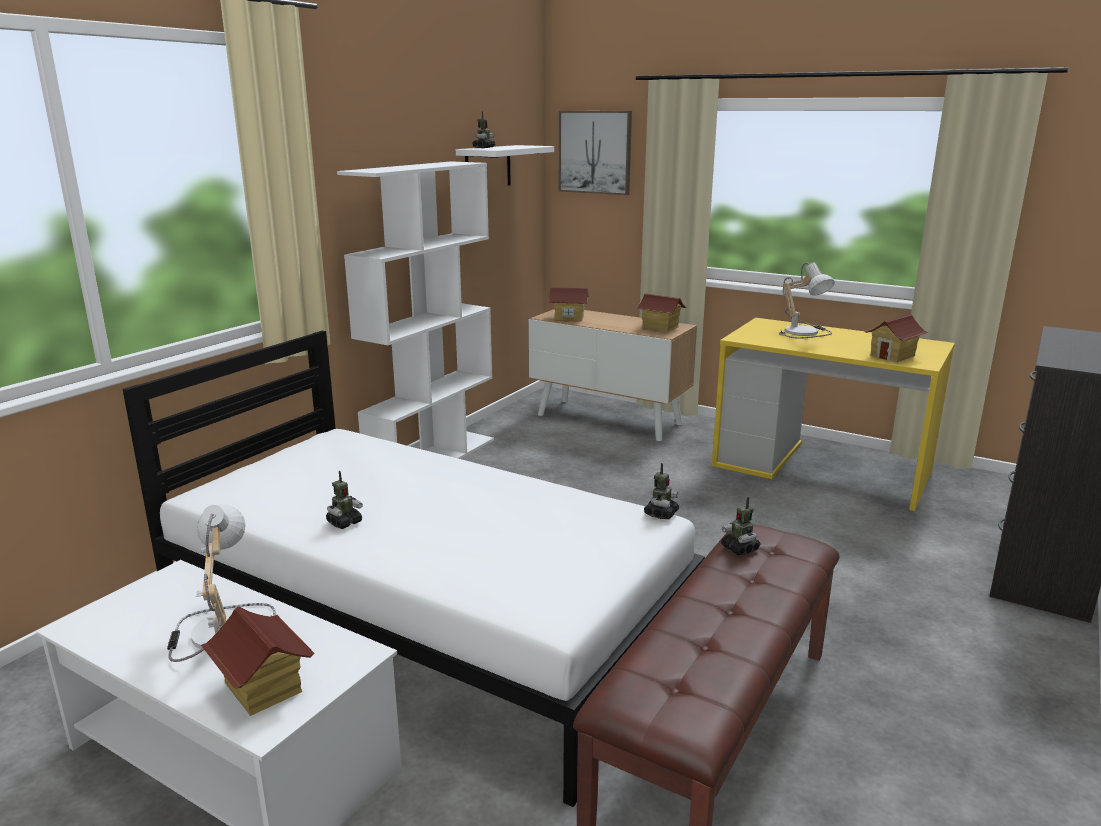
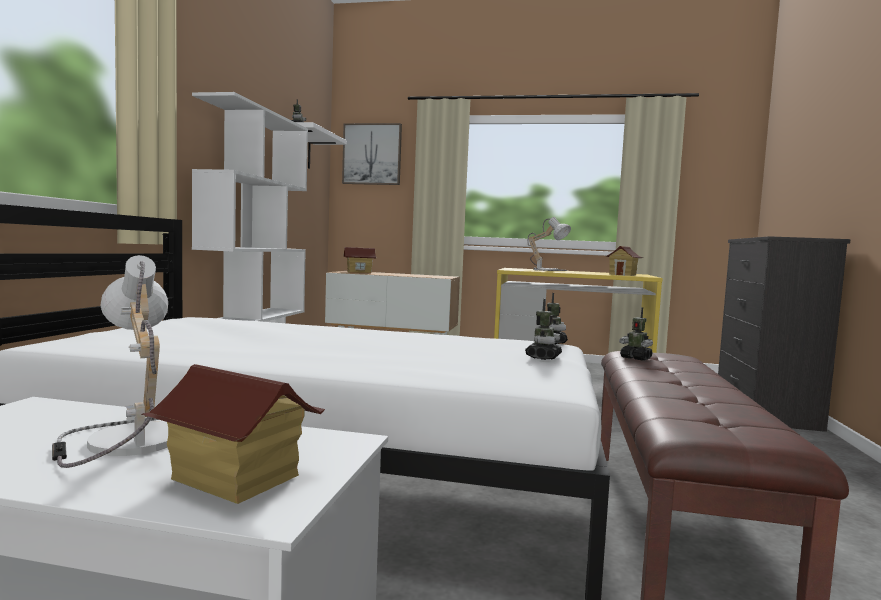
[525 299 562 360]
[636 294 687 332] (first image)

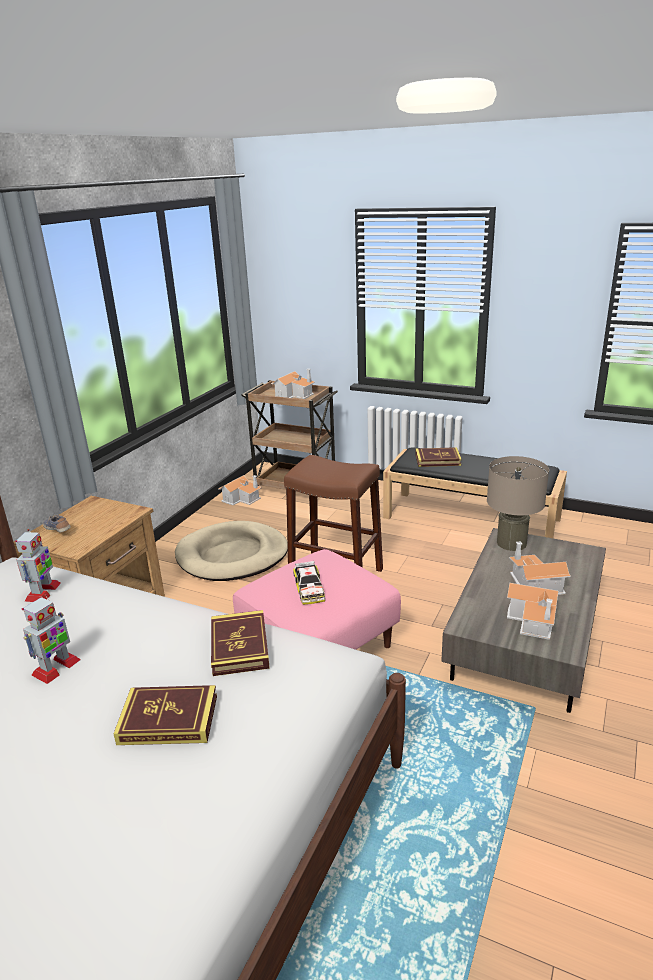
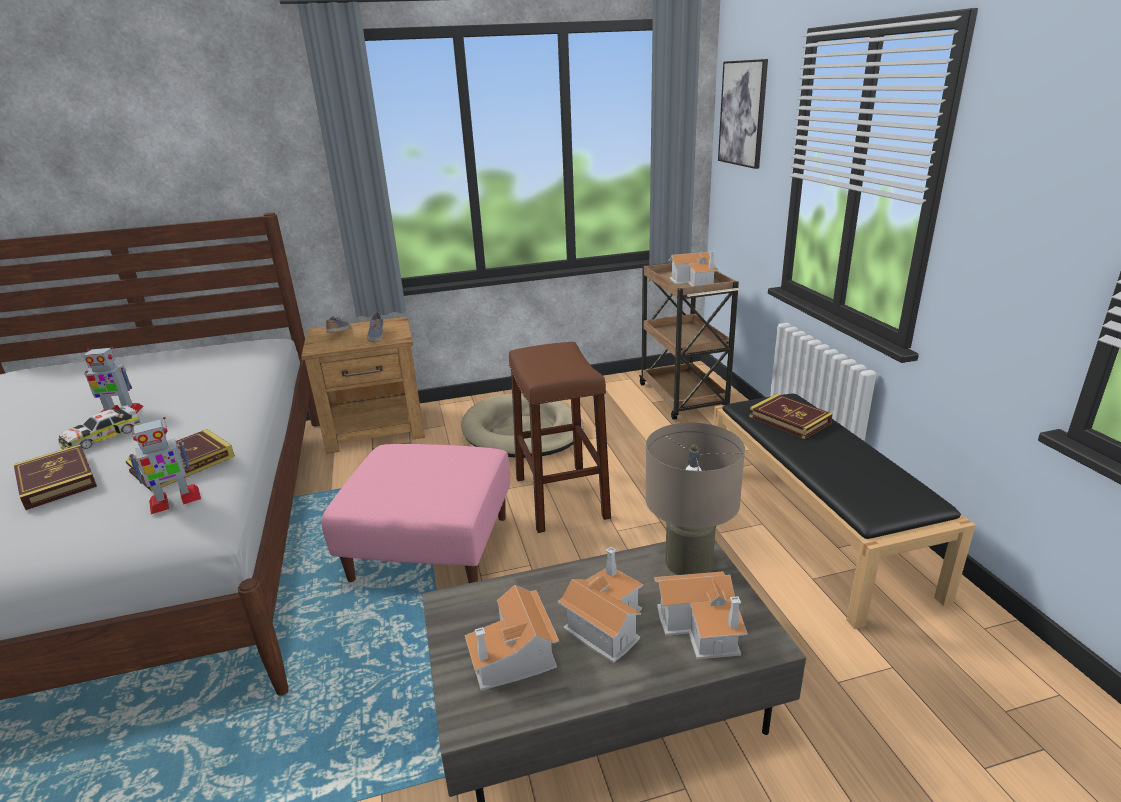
[128 417 201 514]
[654 571 748 659]
[58 404 140 450]
[367 312 383 342]
[718 59 768 169]

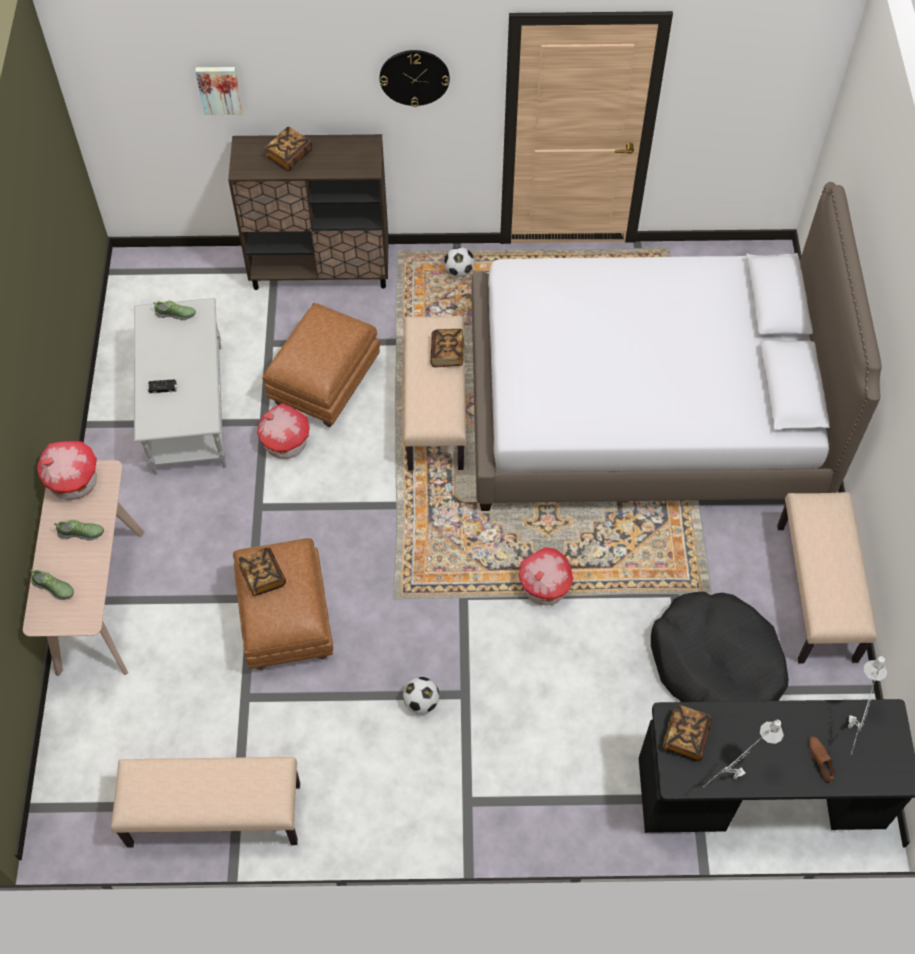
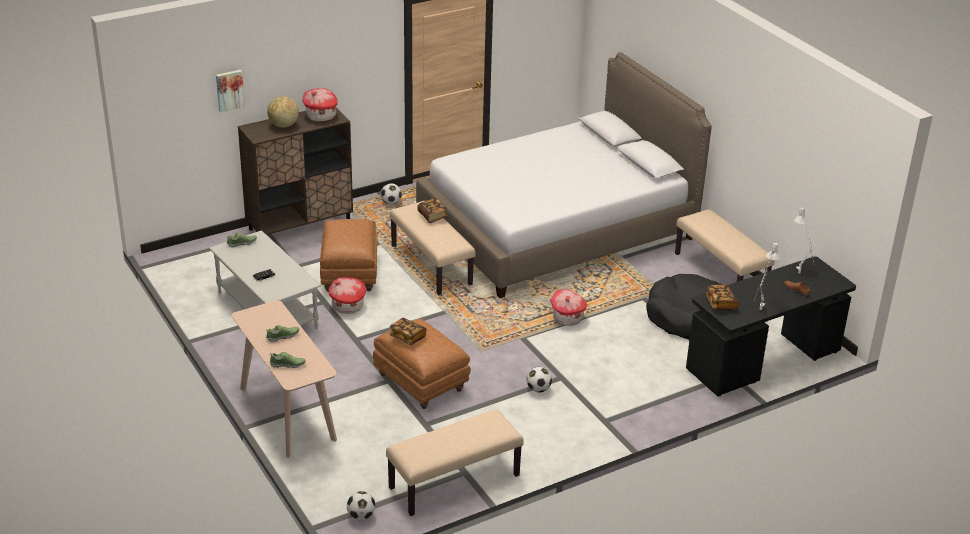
[302 88 338 121]
[267 96 299 127]
[380 50 450 107] (first image)
[347 491 376 520]

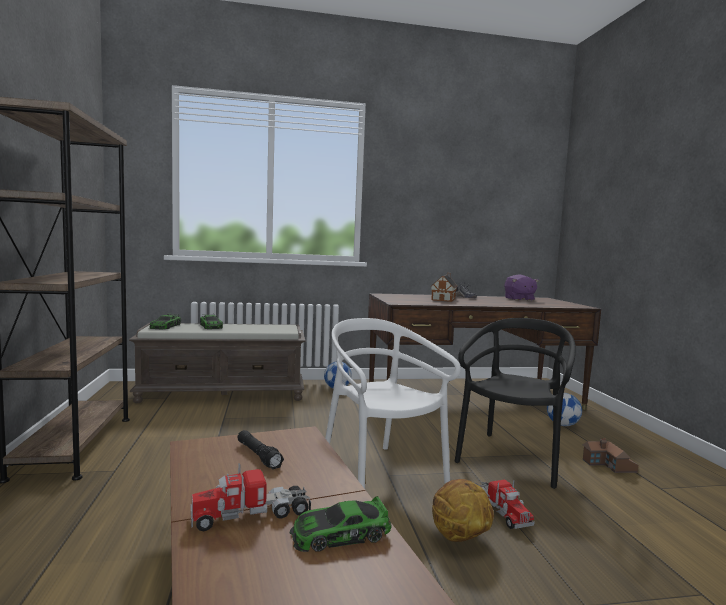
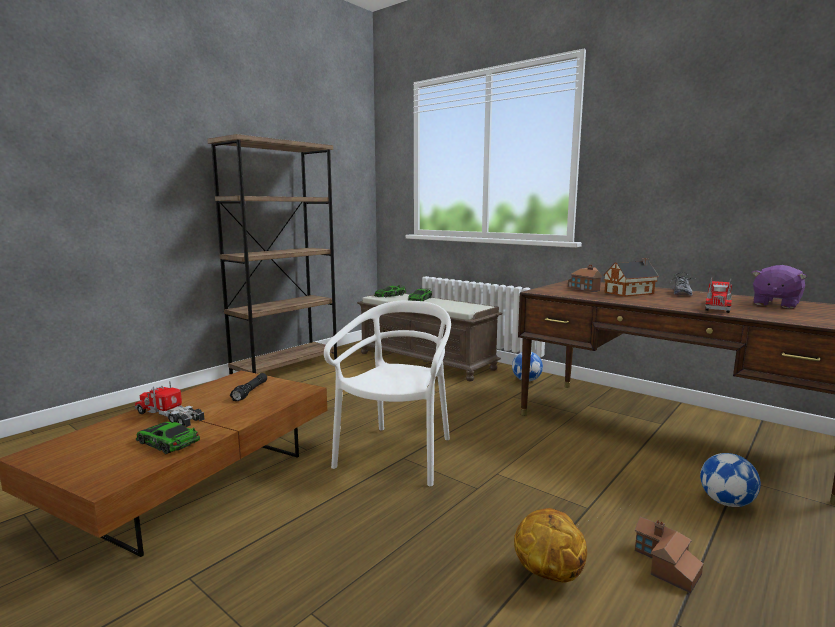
[514 508 587 582]
[454 318 576 489] (first image)
[705 278 732 313]
[568 265 602 292]

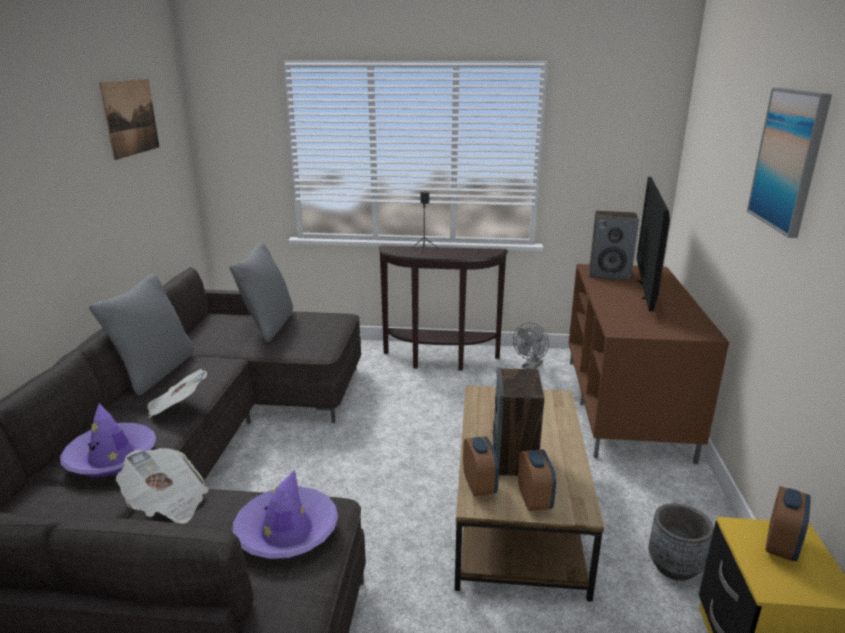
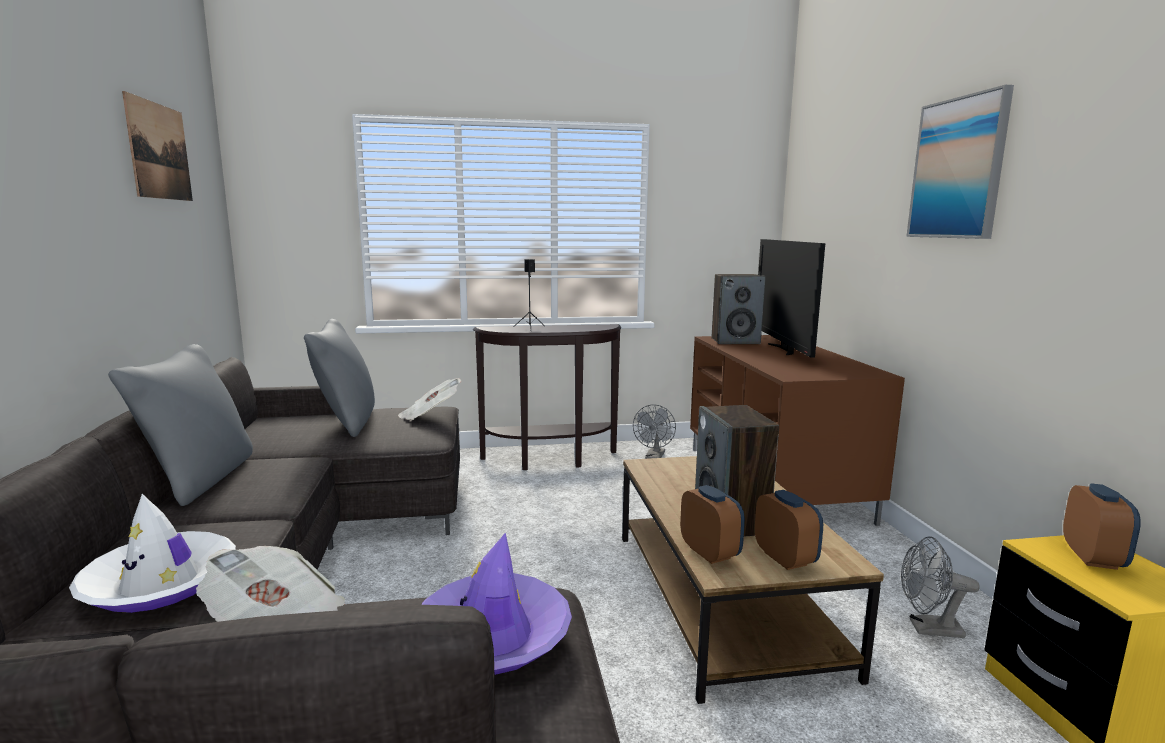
[69 494 236 613]
[398 378 462 421]
[901 536 980 638]

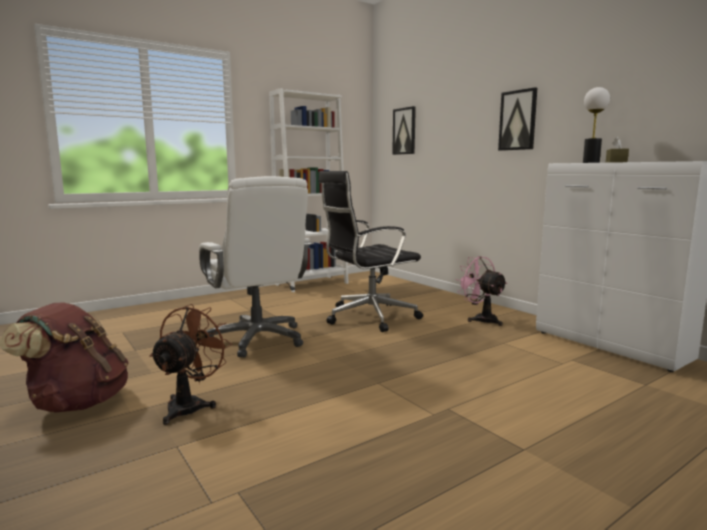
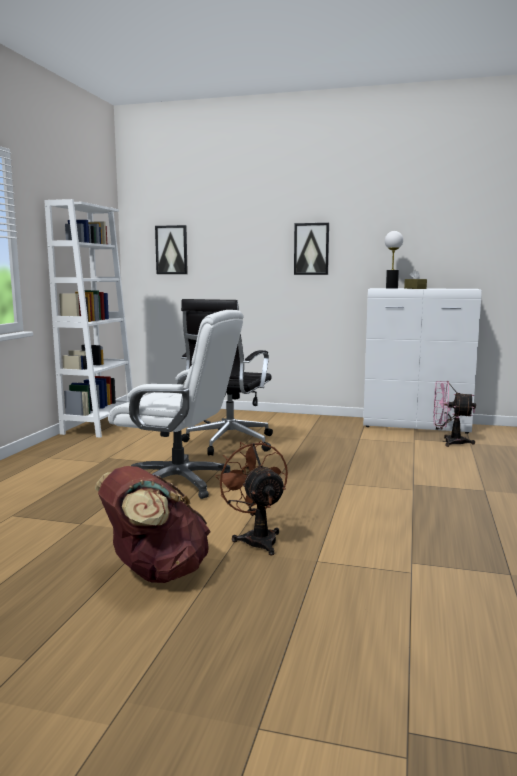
[433 381 476 447]

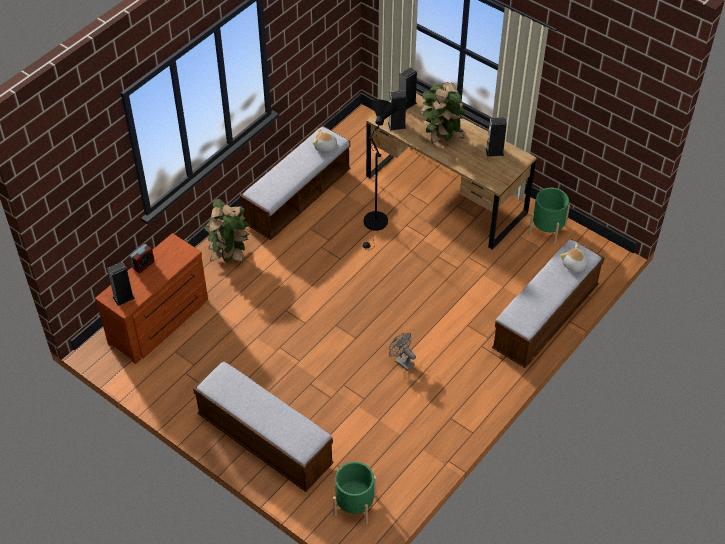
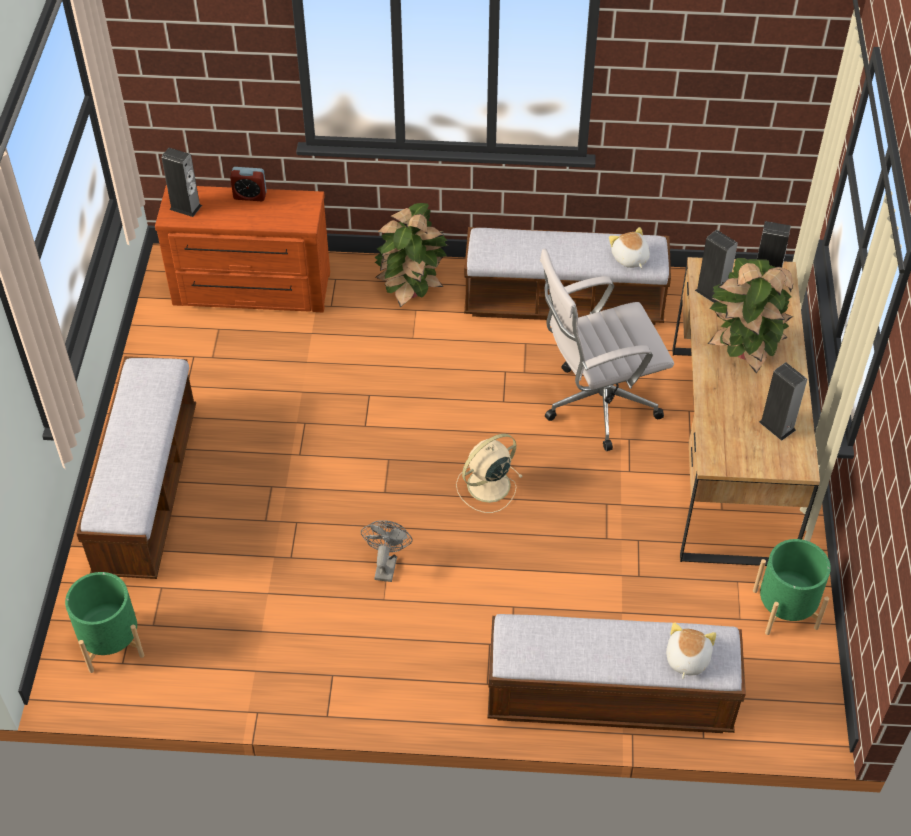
[540 249 674 451]
[456 434 522 513]

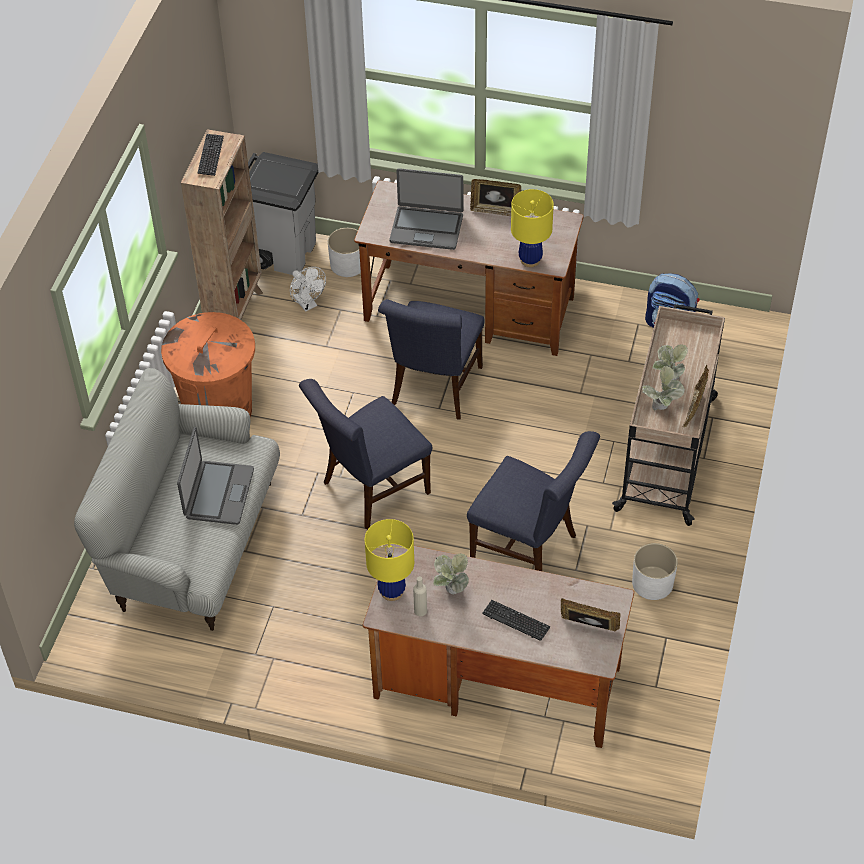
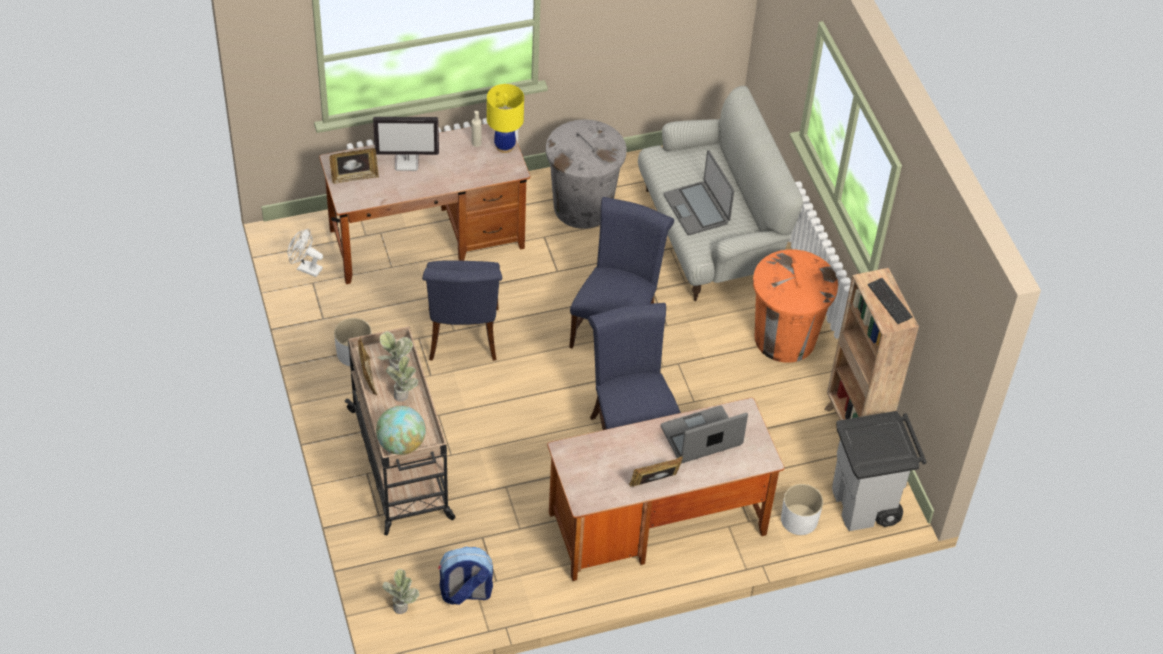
[287 229 323 277]
[383 569 420 614]
[422 260 502 361]
[373 117 439 171]
[511 189 554 267] (first image)
[376 406 426 455]
[546 119 626 229]

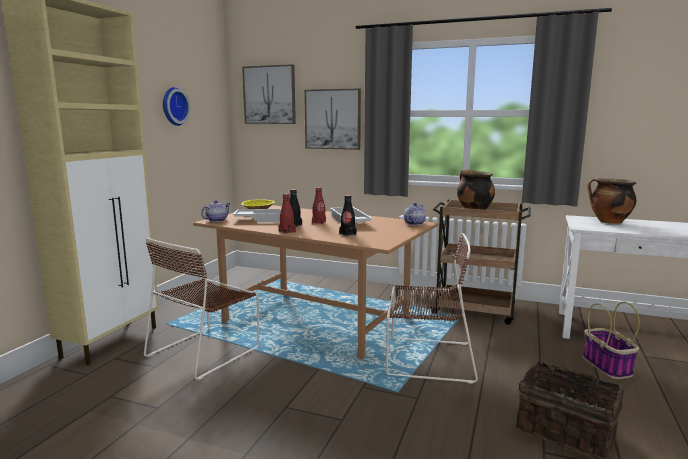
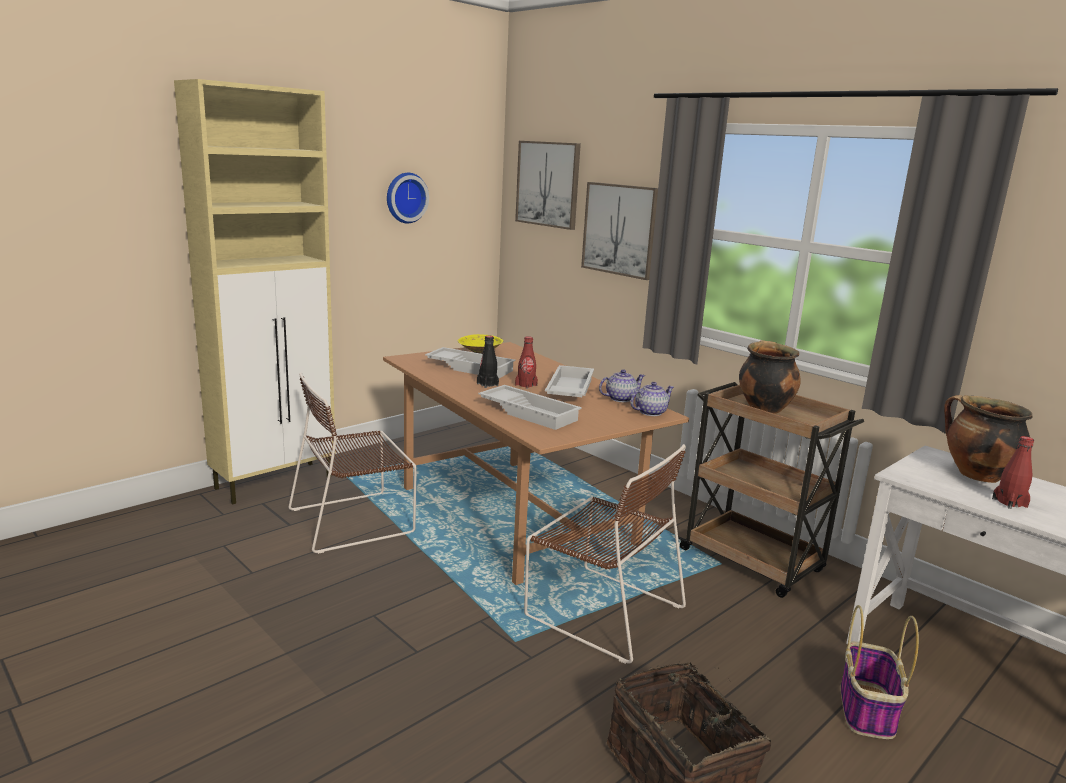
[599 369 645 402]
[992 436 1034 509]
[478 385 582 430]

